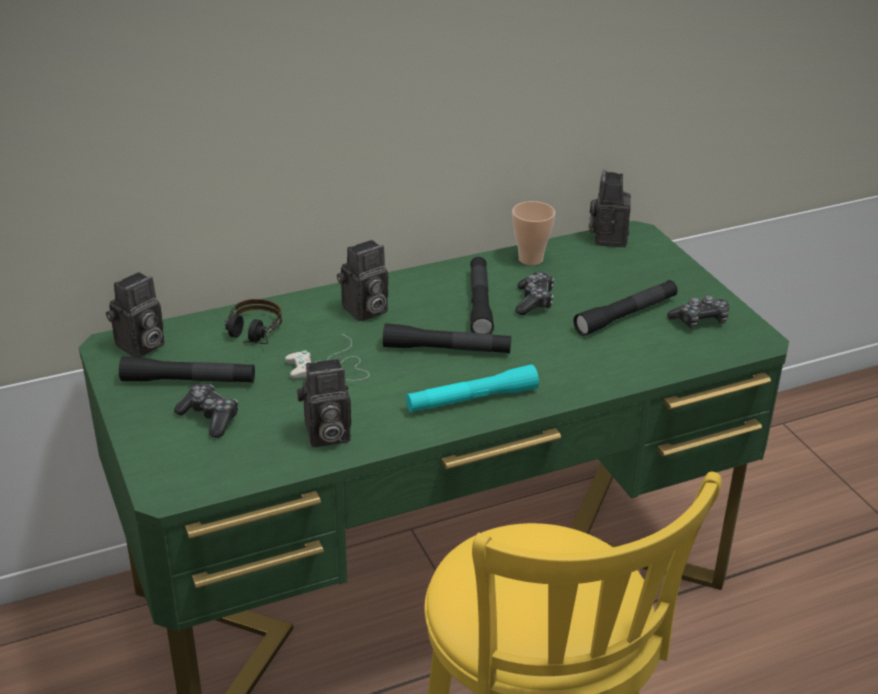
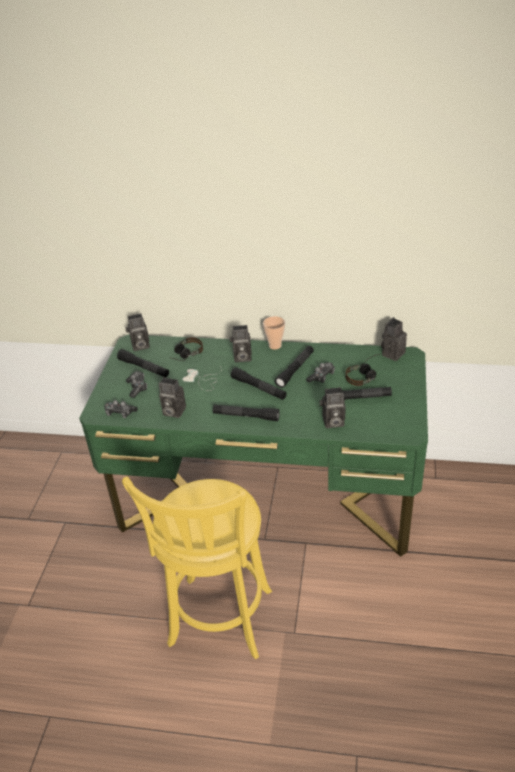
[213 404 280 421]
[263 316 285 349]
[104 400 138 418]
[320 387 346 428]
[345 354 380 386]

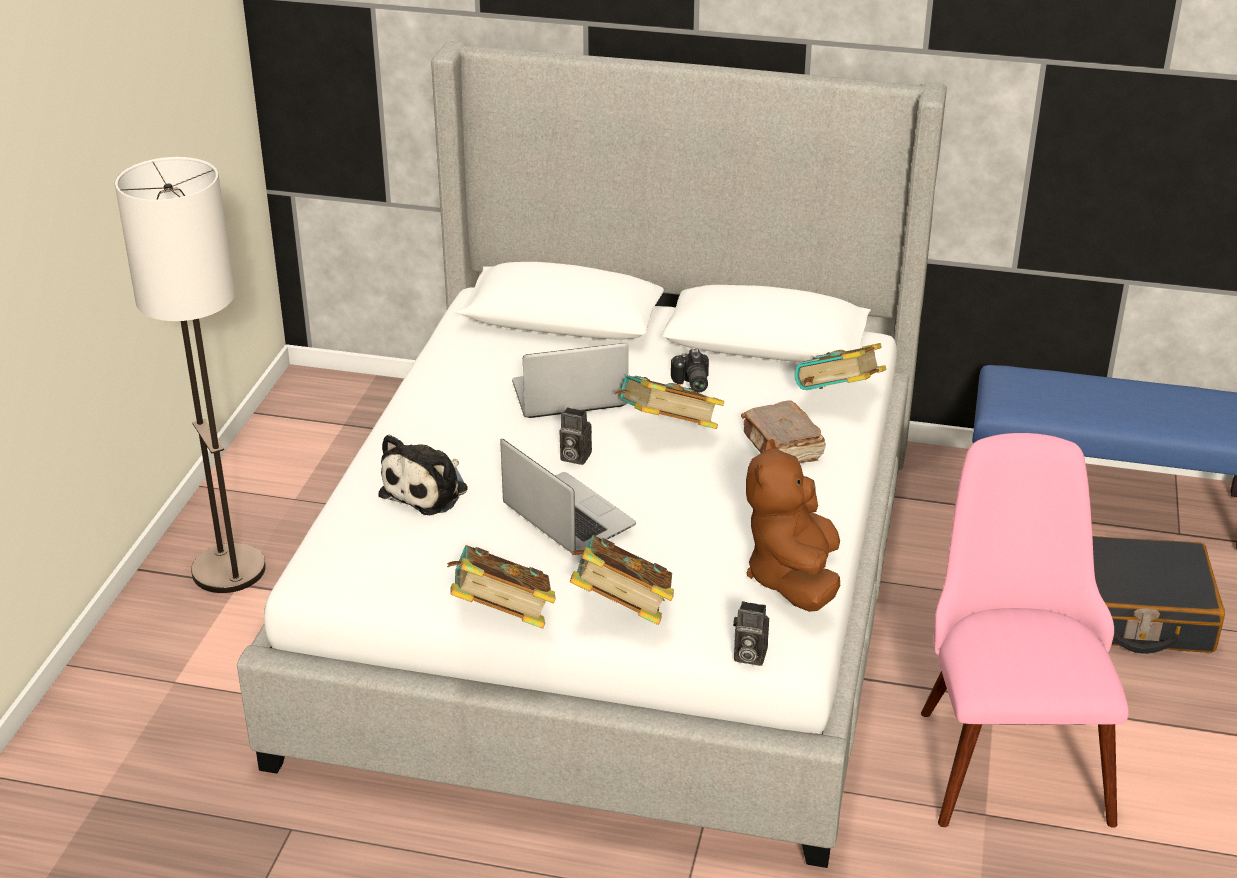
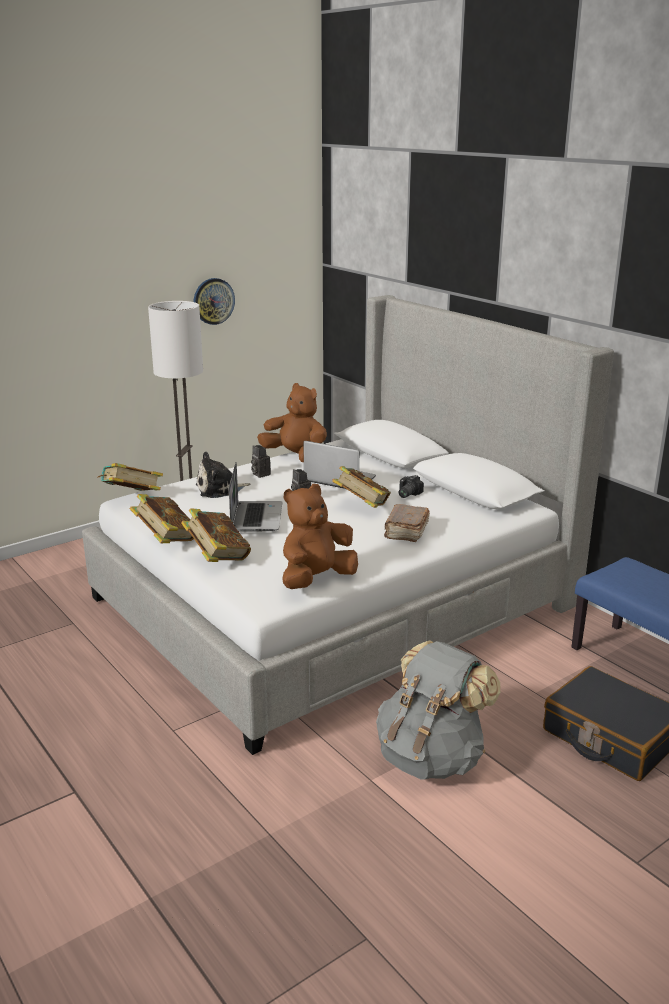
[251 445 271 478]
[98 463 163 491]
[376 640 501 780]
[194 278 235 325]
[257 383 327 462]

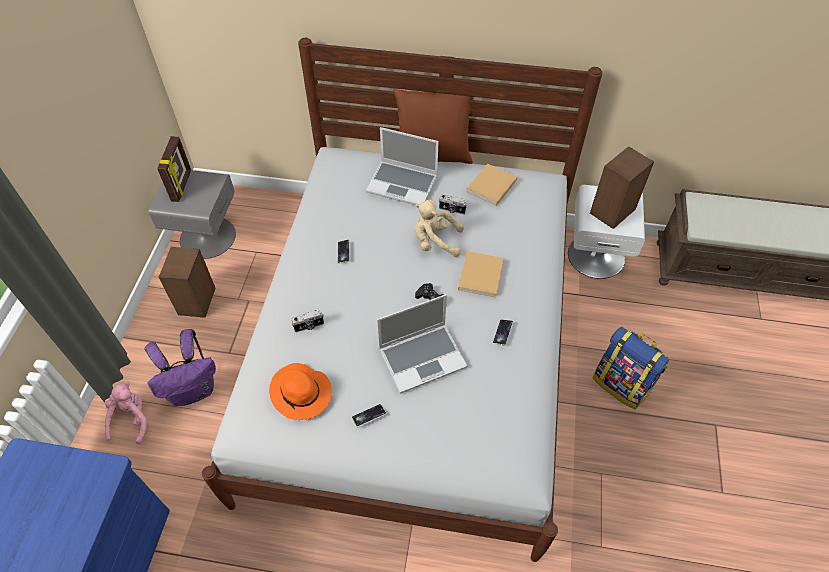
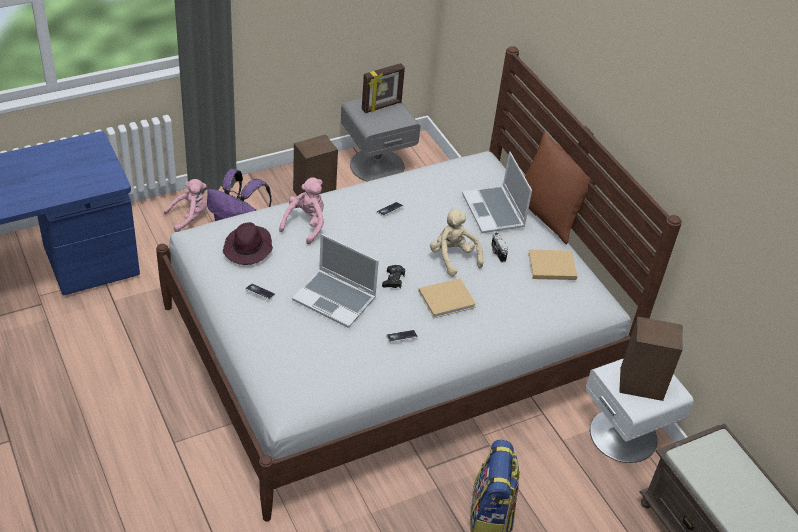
[223 222 273 265]
[279 177 324 245]

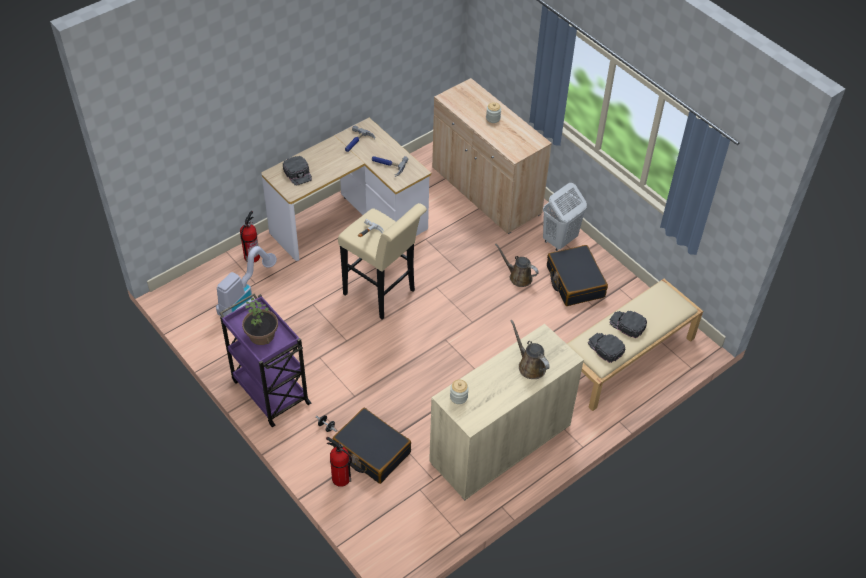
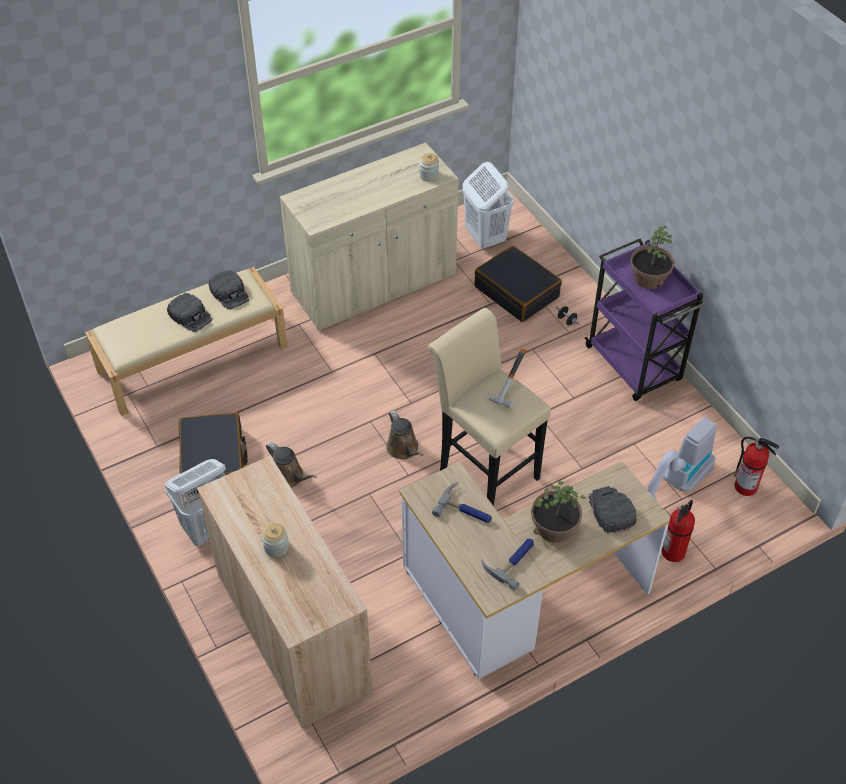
[734 437 779 496]
[386 410 423 459]
[463 162 514 249]
[531 481 586 543]

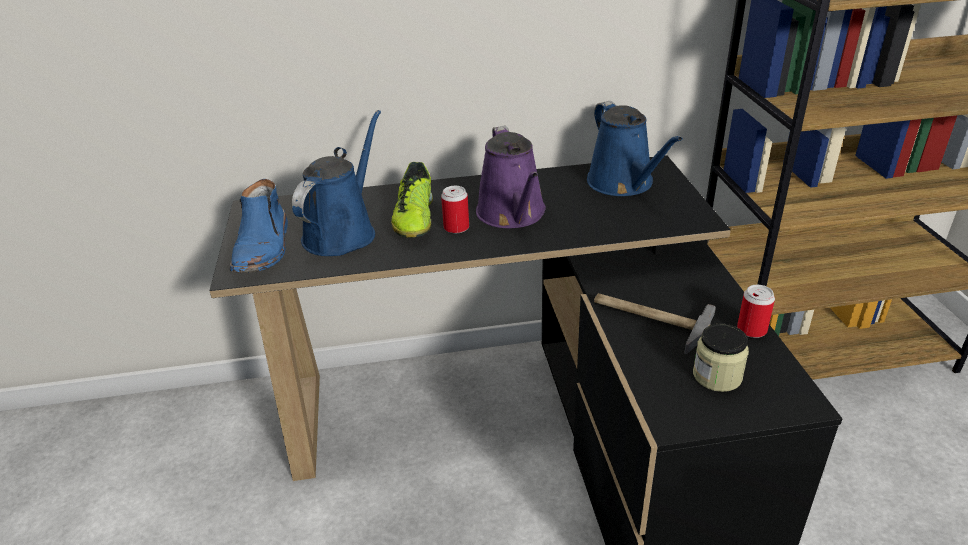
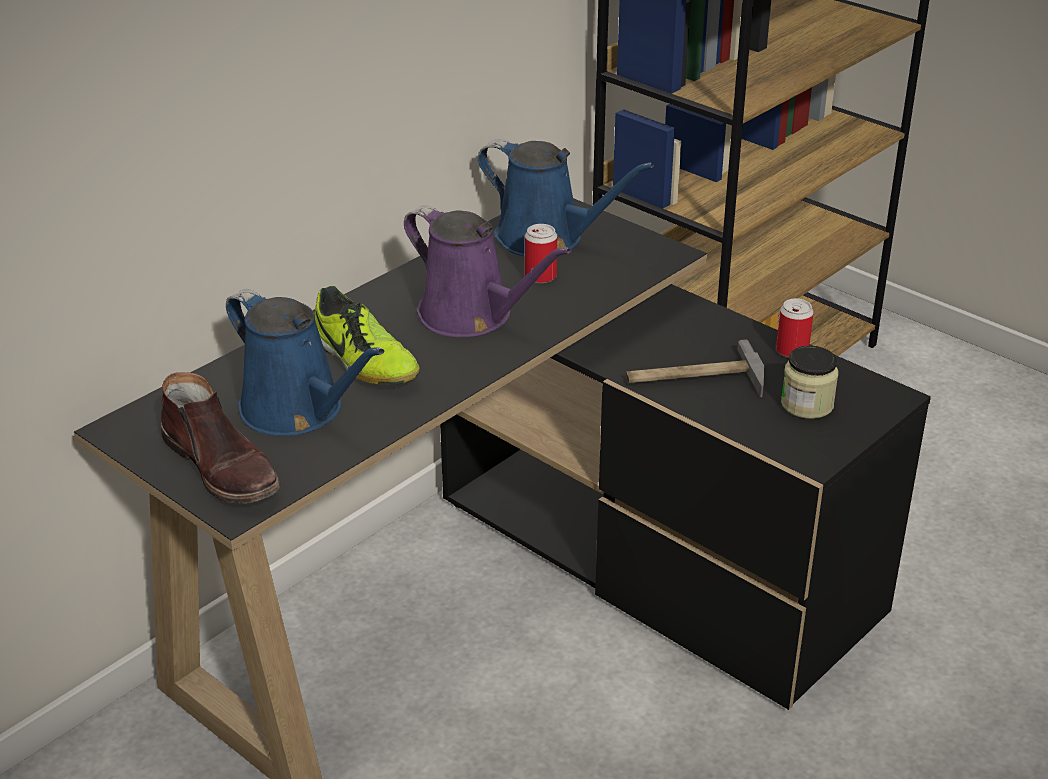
[161 372 280 504]
[226 289 384 436]
[525 224 557 283]

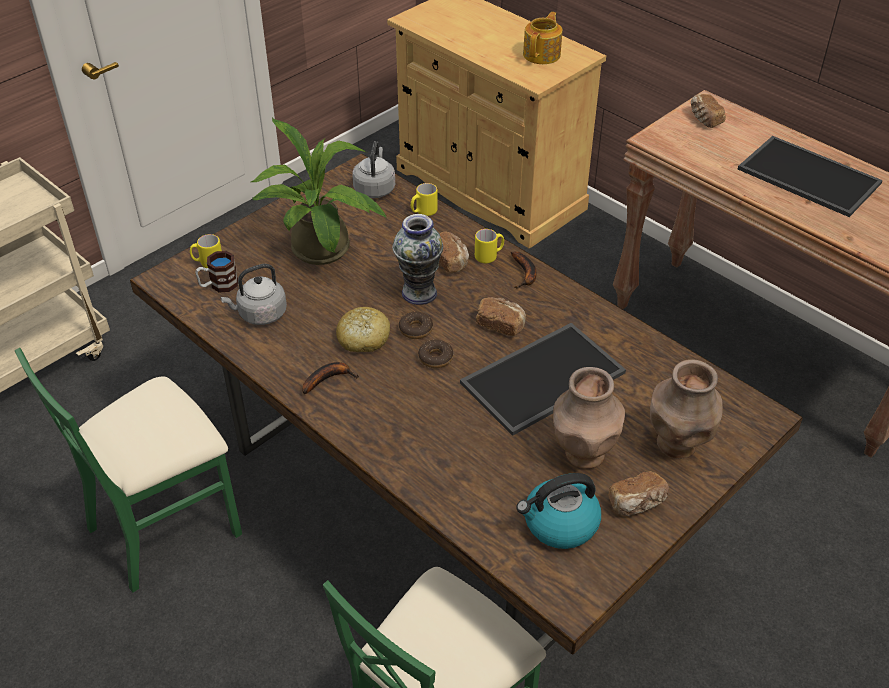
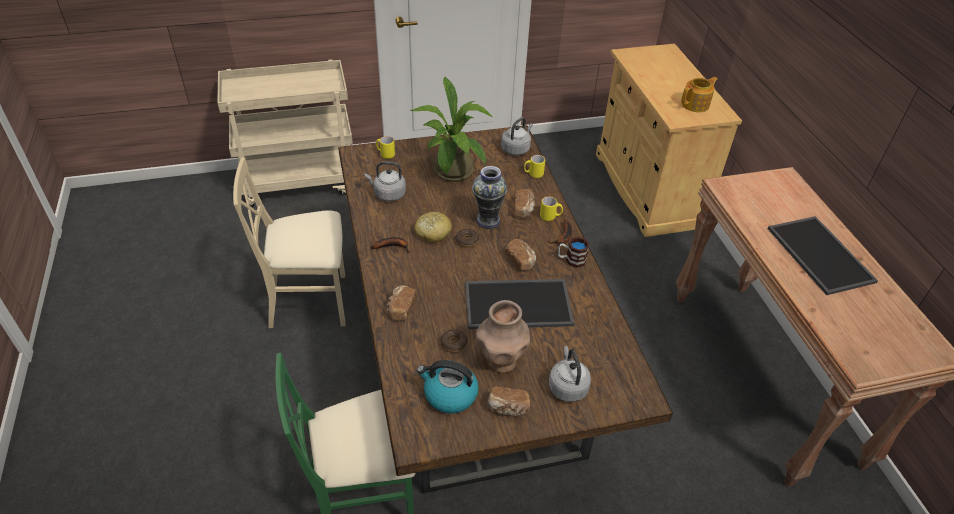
[233 157 346 328]
[558 237 590 268]
[441 329 468 353]
[549 346 591 402]
[387 285 416 320]

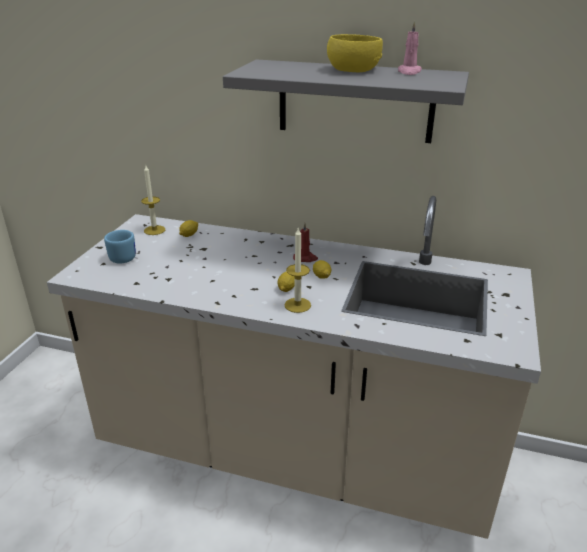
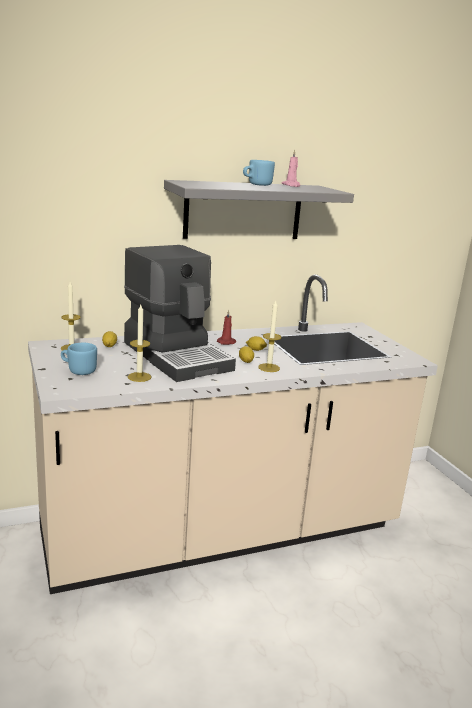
[243 160 275 186]
[124 245 236 382]
[128 305 151 382]

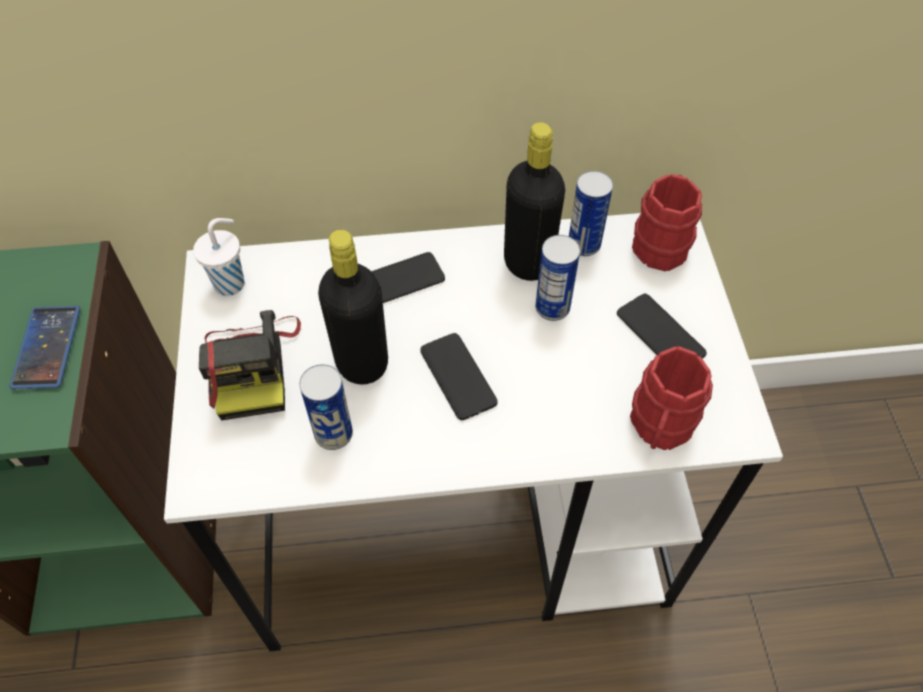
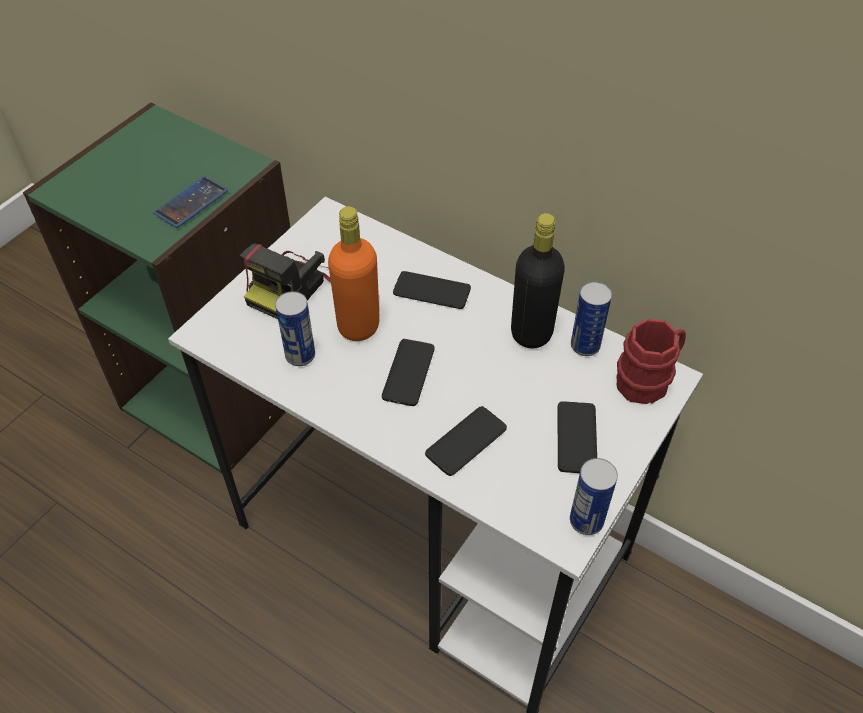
[193 218 245 296] (first image)
[328 206 380 341]
[570 458 618 535]
[630 346 713 450] (first image)
[425 406 507 476]

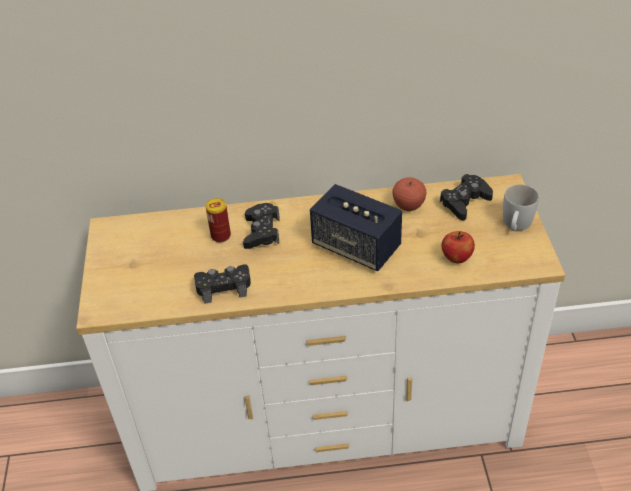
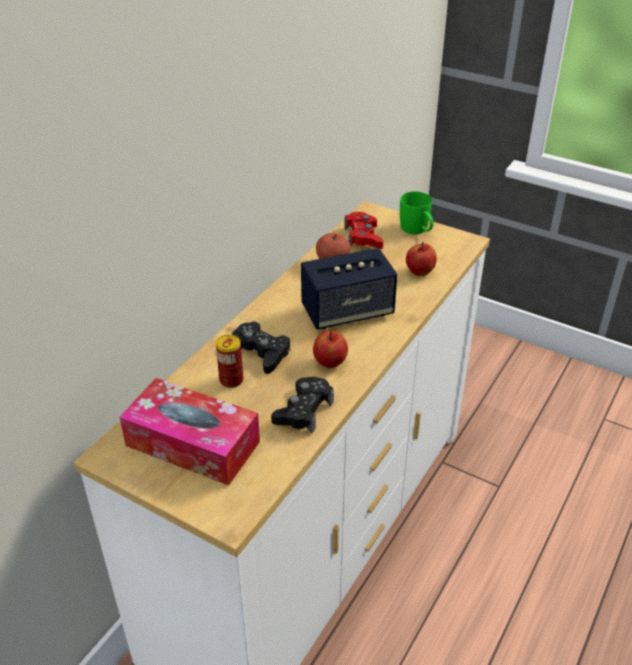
[344 212 384 249]
[400 191 433 234]
[120 378 260 486]
[313 330 348 368]

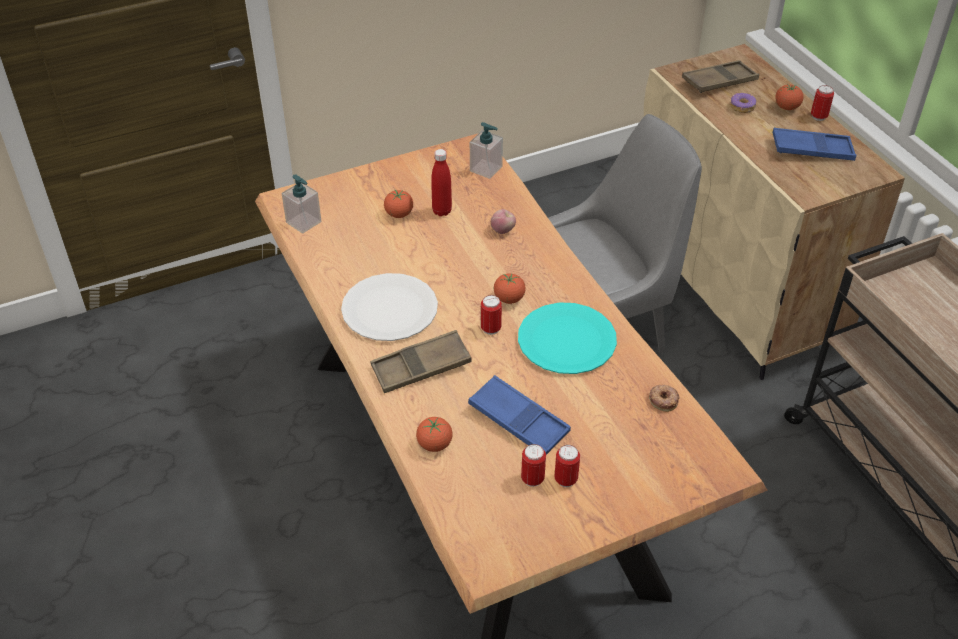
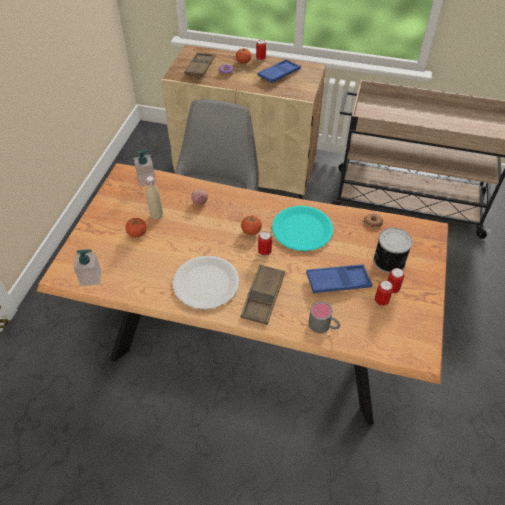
[308 301 340 333]
[146 176 163 220]
[373 228 413 273]

